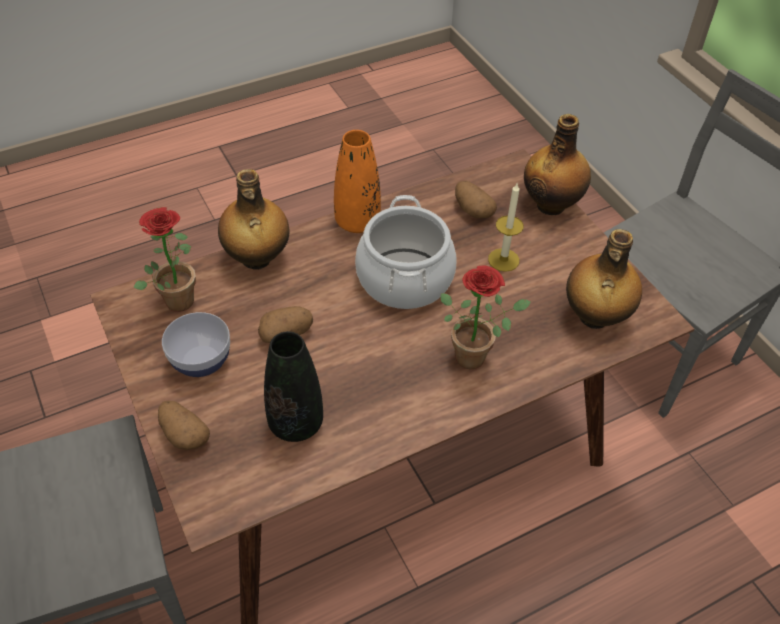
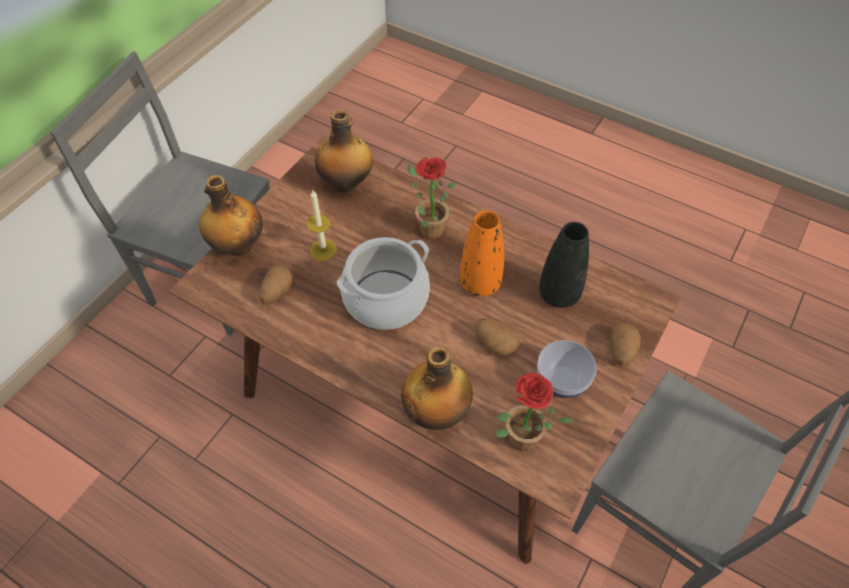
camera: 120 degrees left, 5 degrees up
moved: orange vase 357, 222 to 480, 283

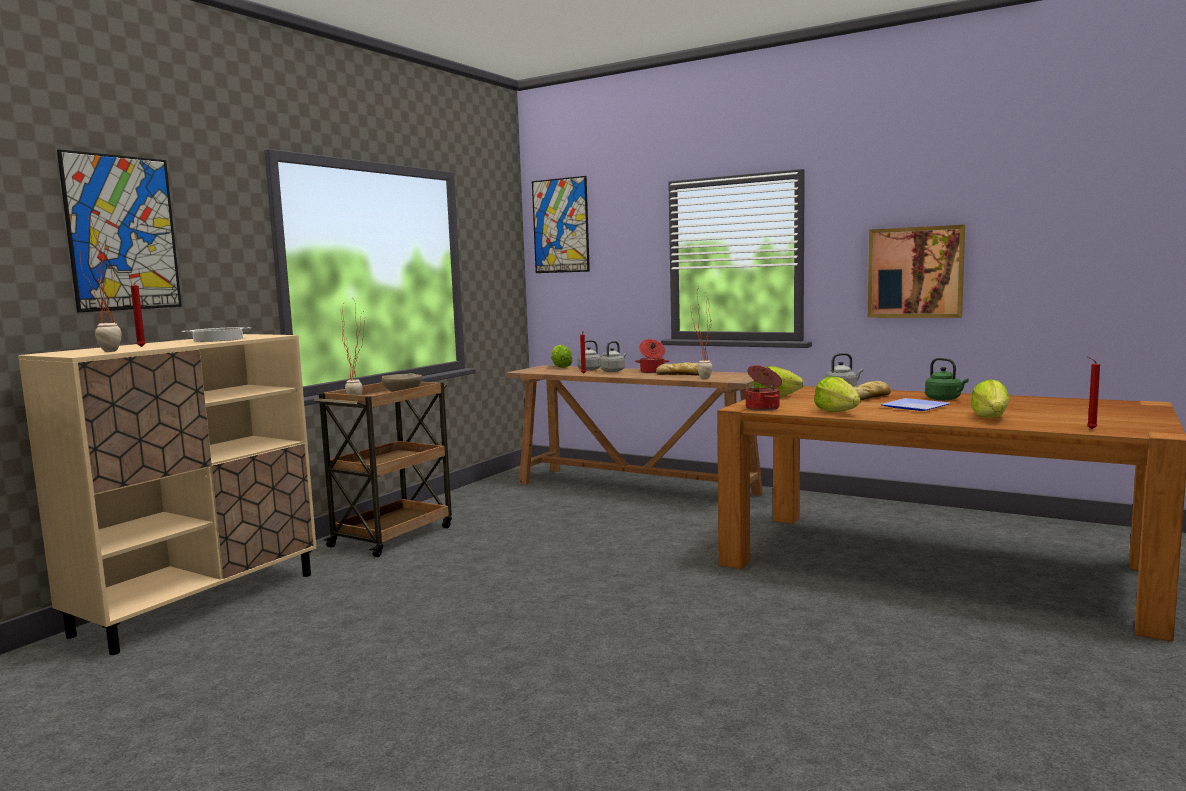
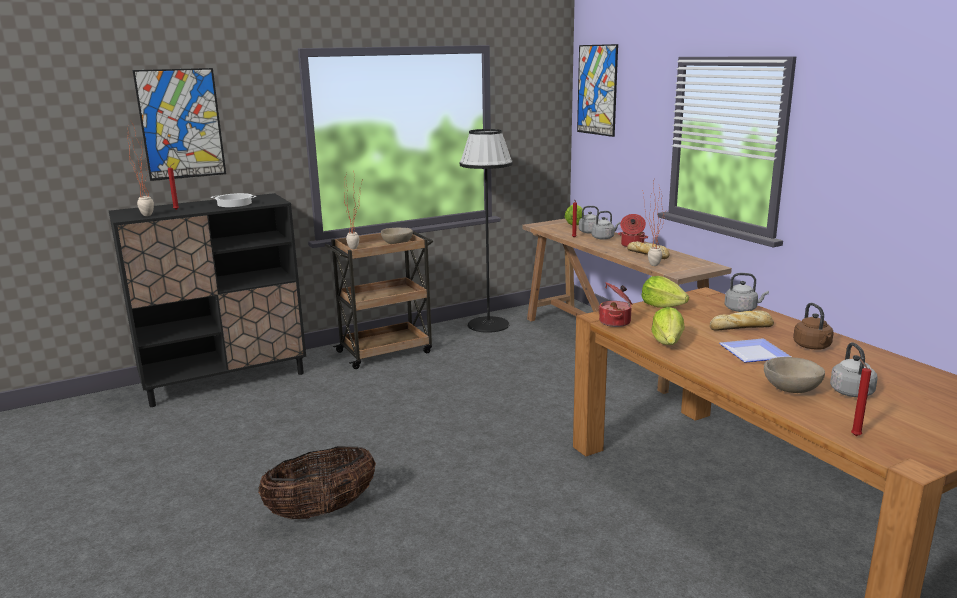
camera: 30 degrees right, 10 degrees up
removed: picture 915, 272
added: basket 322, 510; black floor lamp 488, 325; grey kettle 852, 393
replaced: lettuce 991, 418 to beige bowl 792, 389
recoloured: beige cabinet 200, 603 to black cabinet 226, 380; green kettle 944, 399 to brown kettle 813, 347

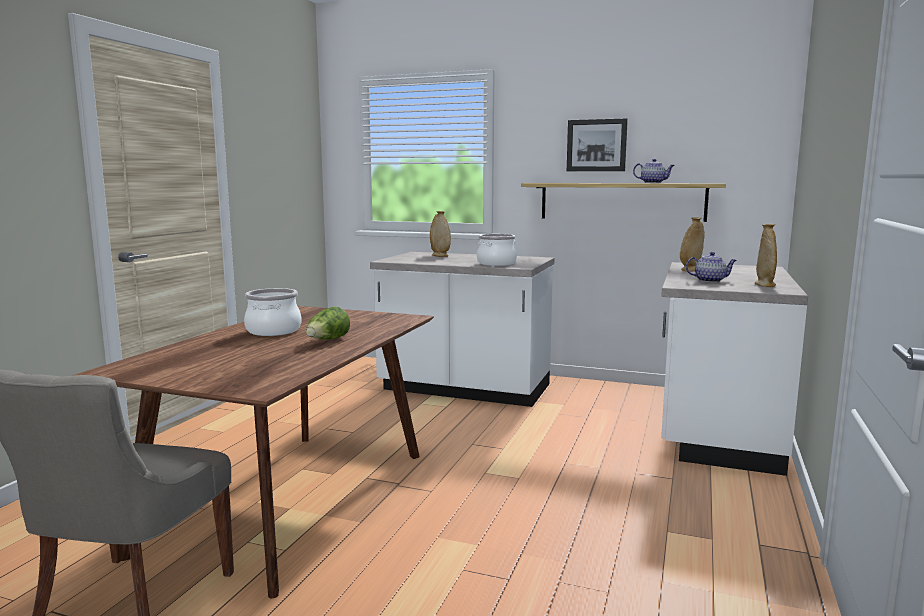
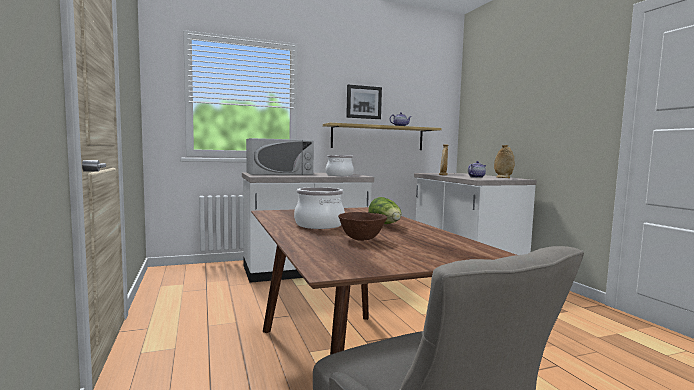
camera: 40 degrees left, 5 degrees down
added: brown bowl 362, 239
replaced: beige vase 440, 256 to white microwave 279, 173

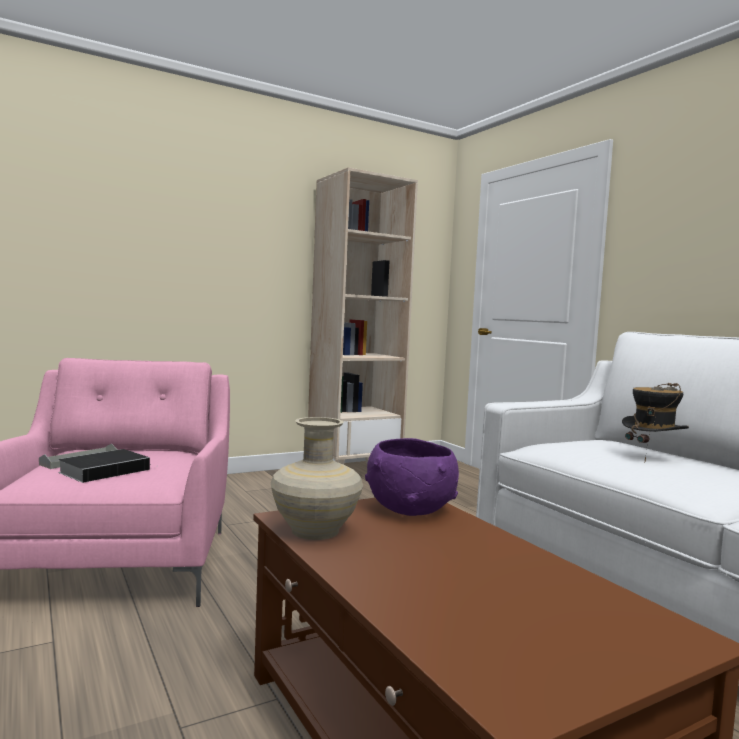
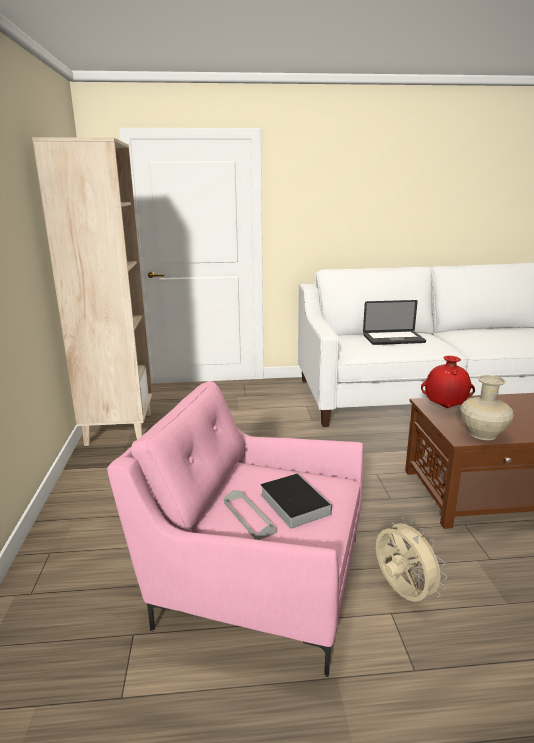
camera: 65 degrees left, 15 degrees up
added: beige fan 402, 593
replaced: hat 651, 457 to laptop 393, 339; purple bowl 411, 510 to red vase 445, 407

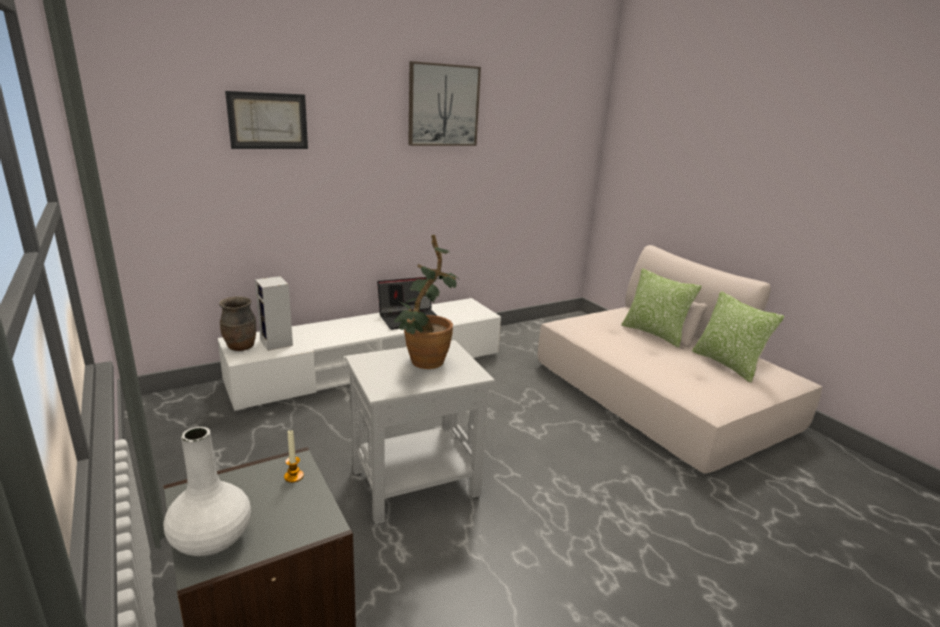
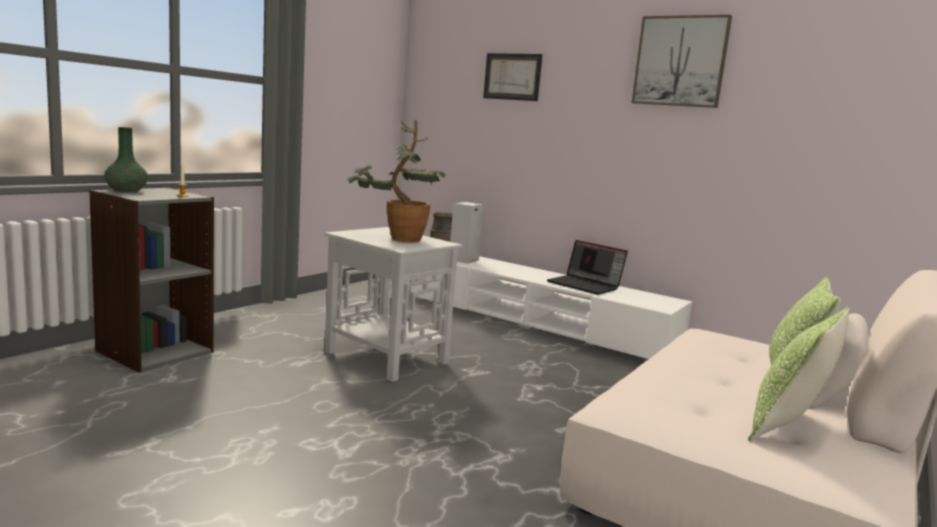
camera: 65 degrees right, 10 degrees down
recoloured: white vase 213, 539 to green vase 127, 191

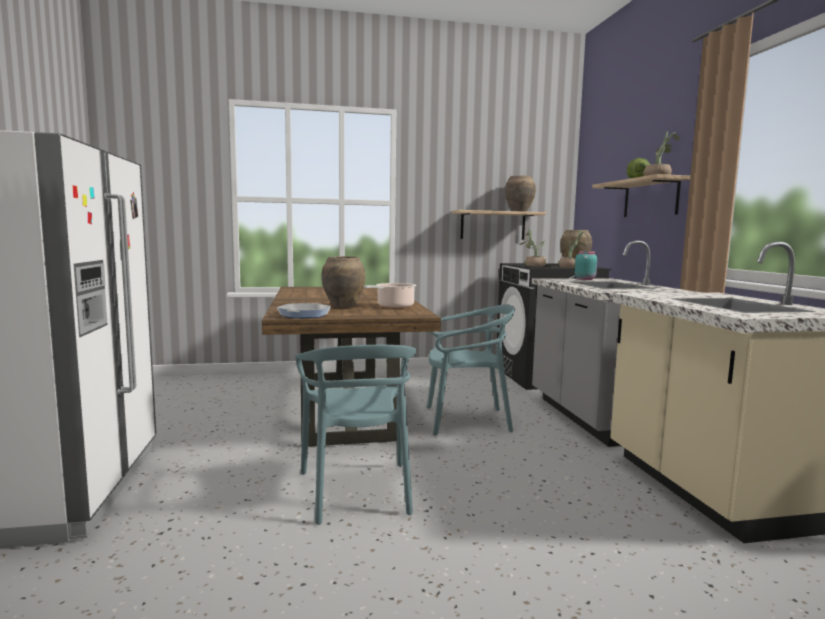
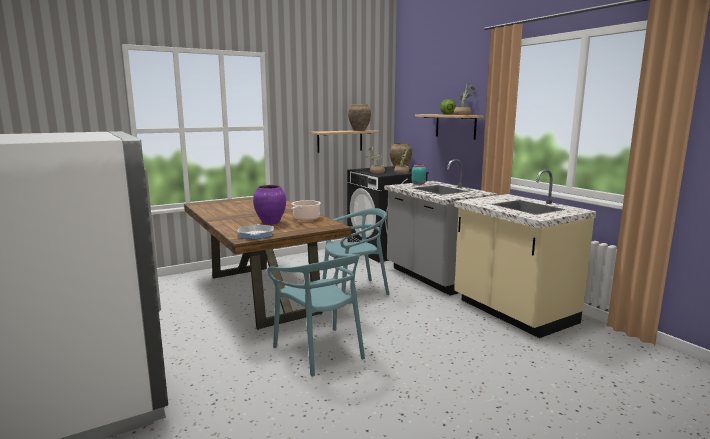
camera: 20 degrees left, 5 degrees up
recoloured: brown vase 344, 306 to purple vase 271, 222

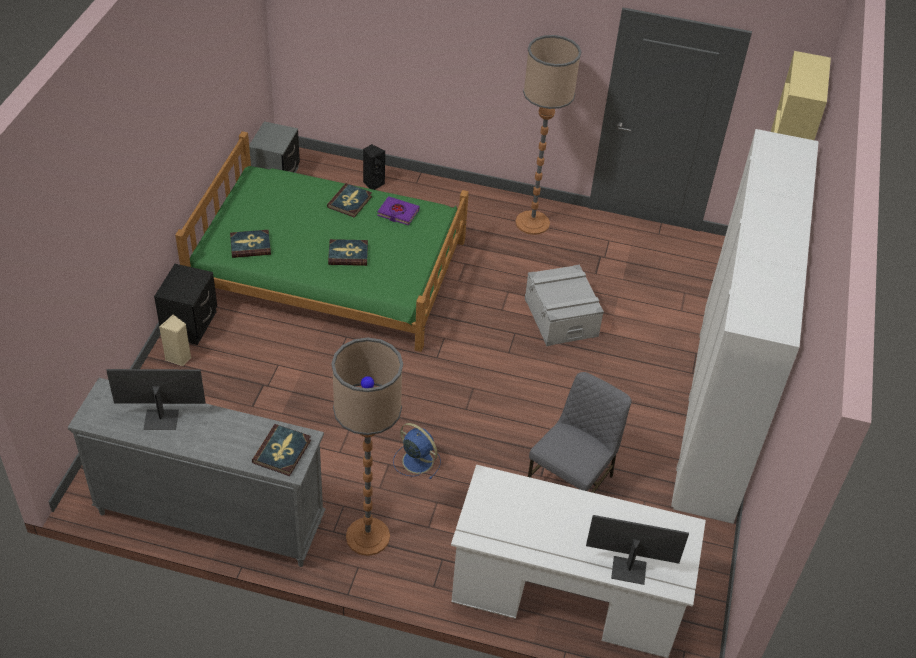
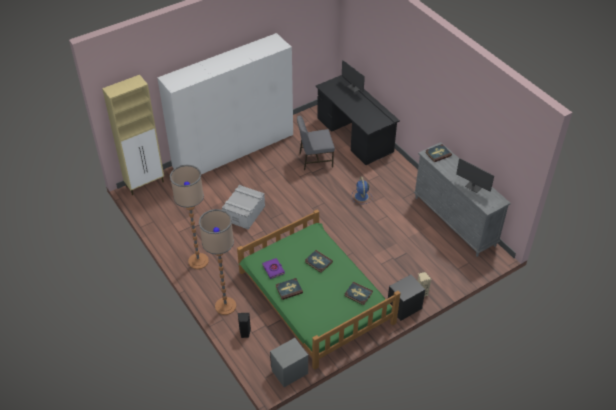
camera: 135 degrees left, 0 degrees up
moved: floor lamp 368, 536 to 225, 306
recoloured: white desk 566, 593 to black desk 355, 135

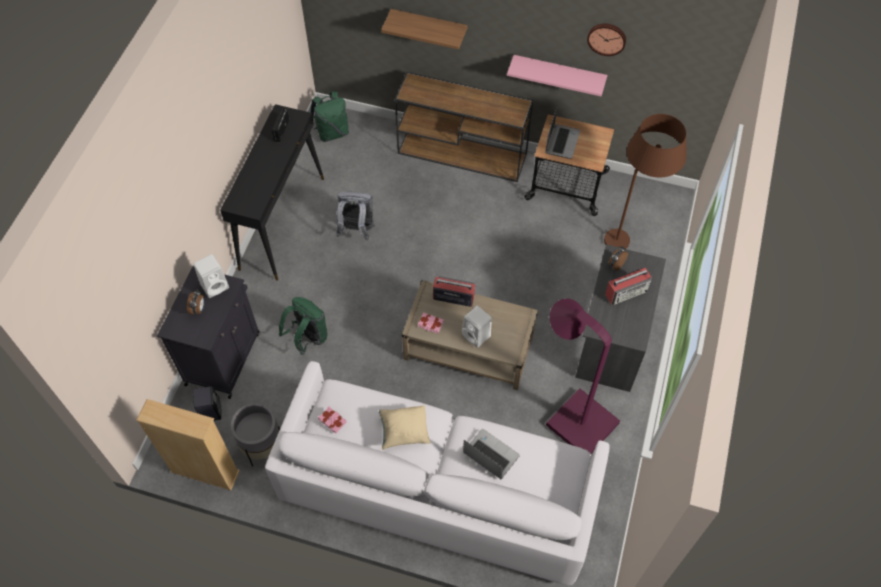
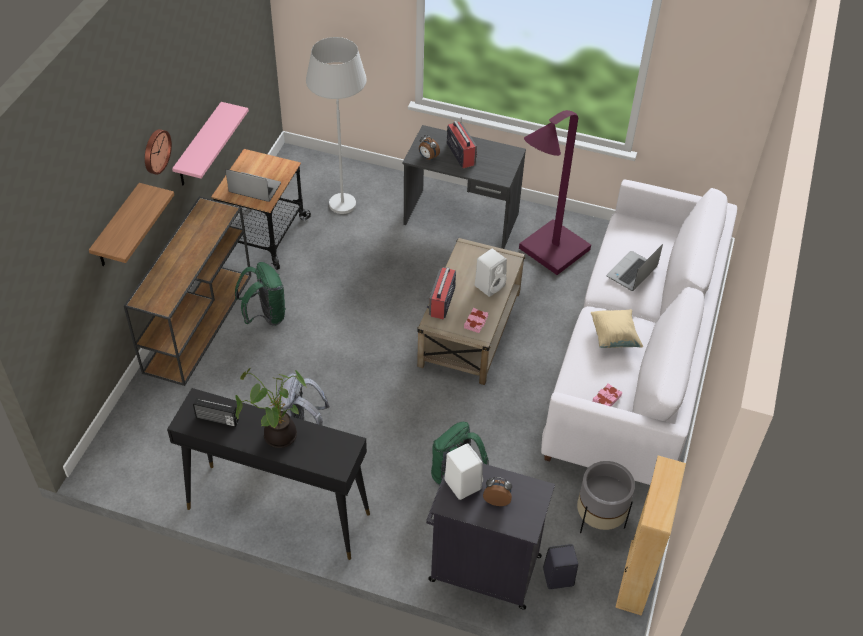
camera: 90 degrees left, 10 degrees down
added: potted plant 277, 435
moved: wall clock 607, 38 to 155, 151; green backpack 332, 132 to 265, 315
recoloured: brown floor lamp 630, 239 to white floor lamp 341, 194

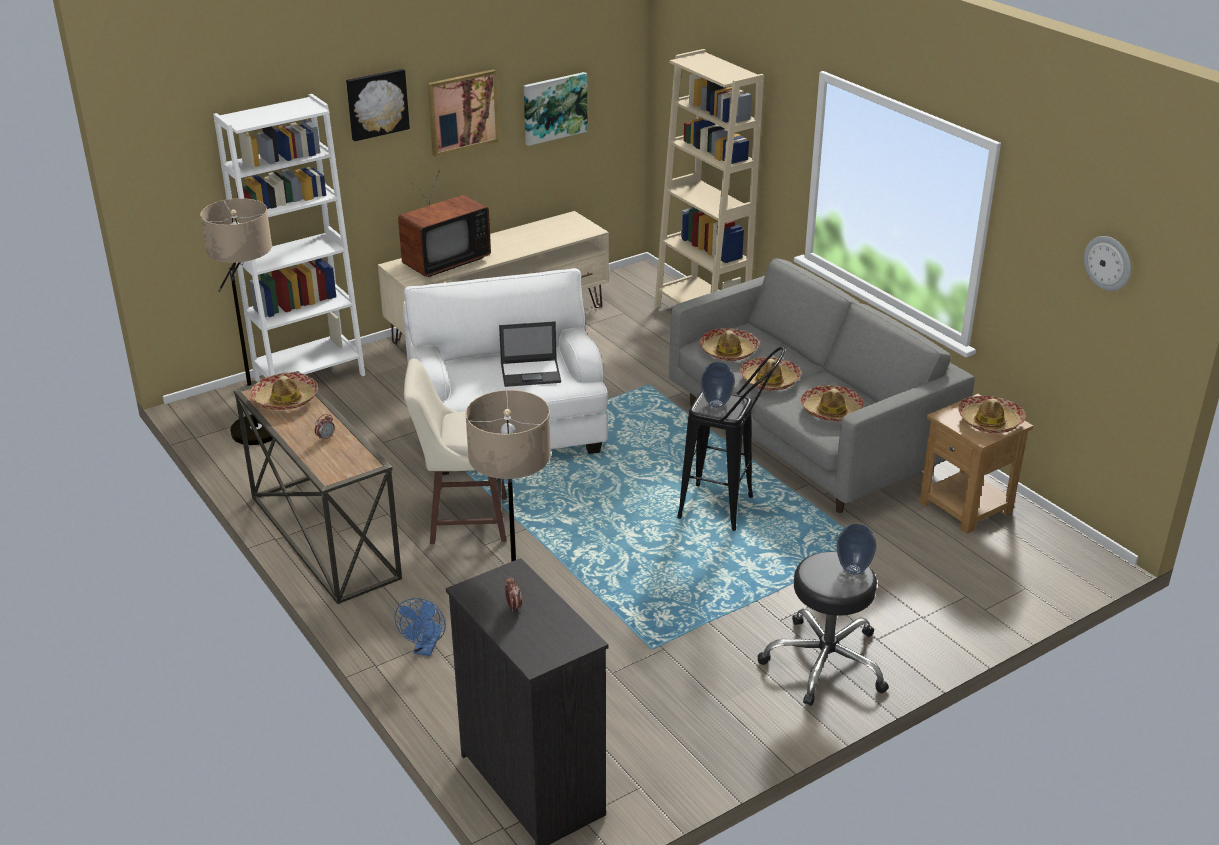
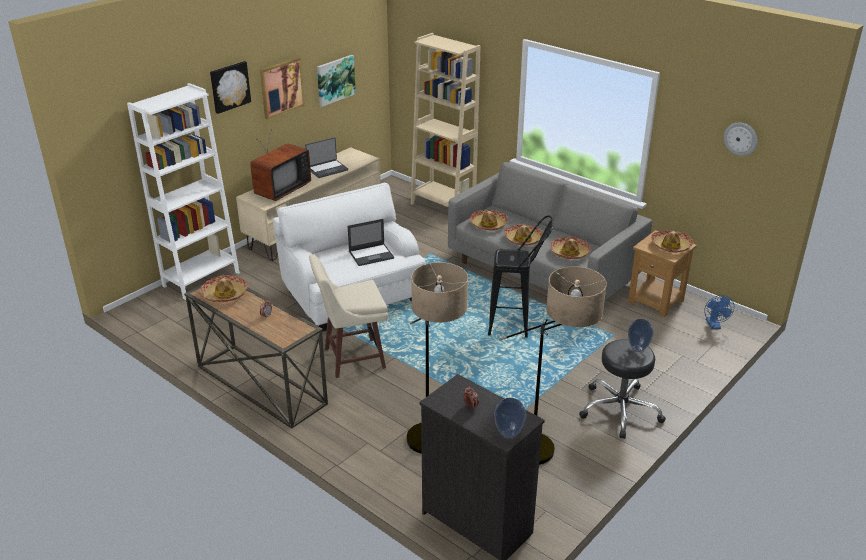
camera: 15 degrees left, 0 degrees up
added: laptop 327, 169
moved: vase 717, 404 to 509, 434; floor lamp 263, 441 to 546, 458; blue fan 425, 649 to 714, 326

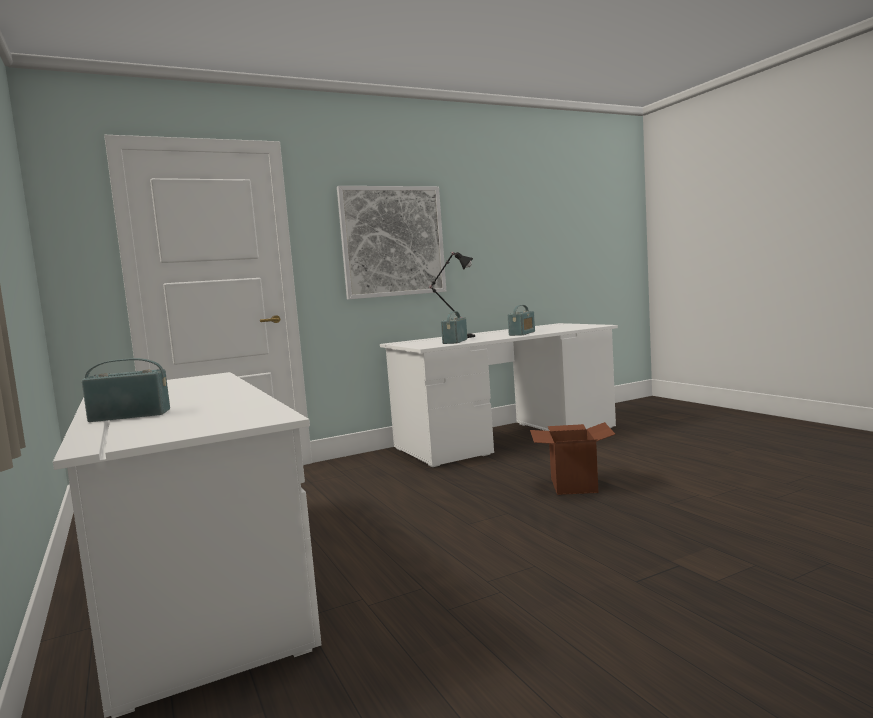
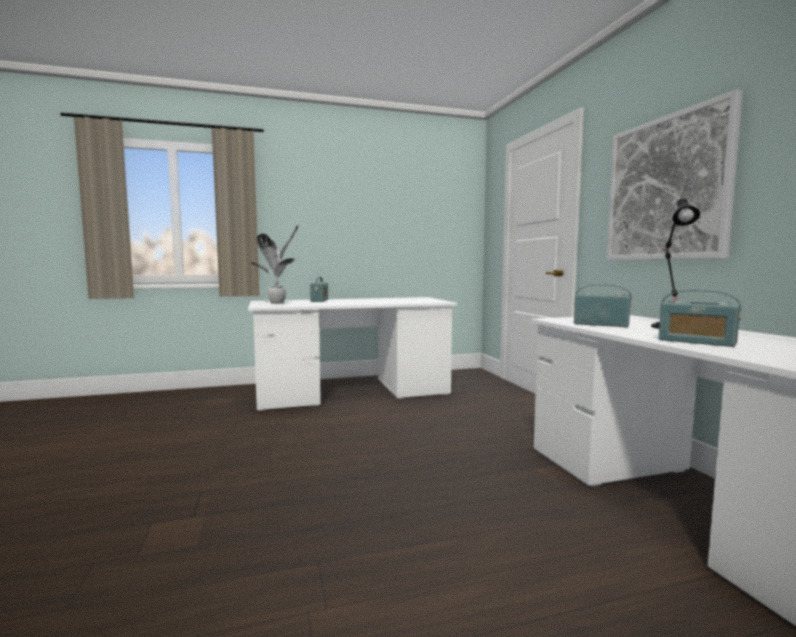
camera: 100 degrees right, 0 degrees up
removed: cardboard box 573, 485
added: potted plant 278, 303

